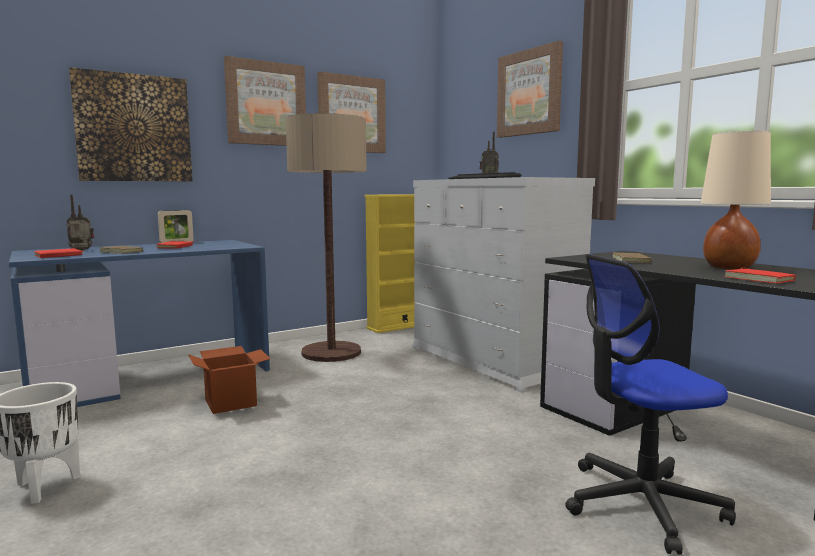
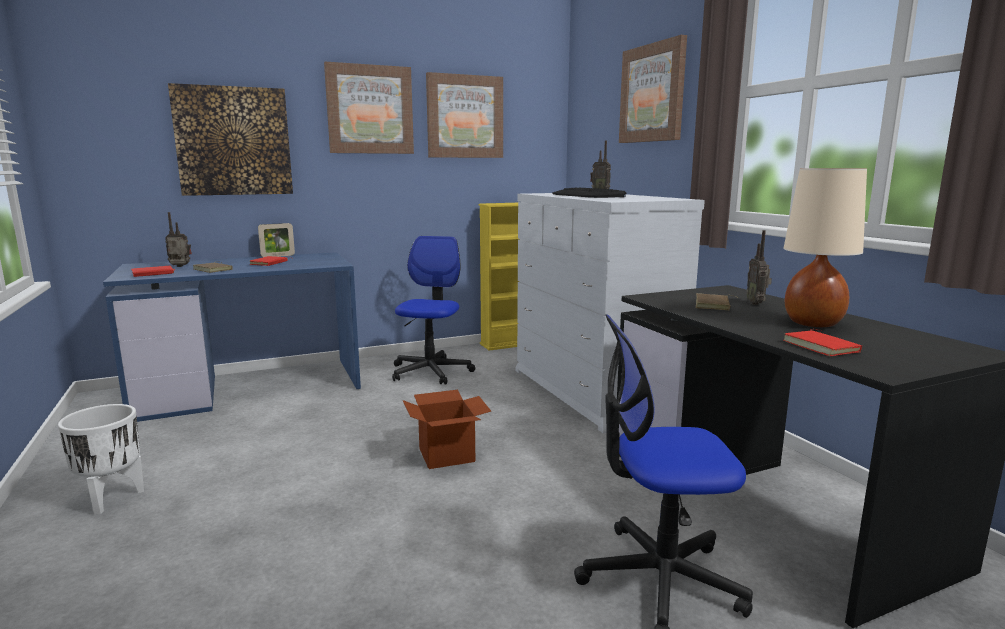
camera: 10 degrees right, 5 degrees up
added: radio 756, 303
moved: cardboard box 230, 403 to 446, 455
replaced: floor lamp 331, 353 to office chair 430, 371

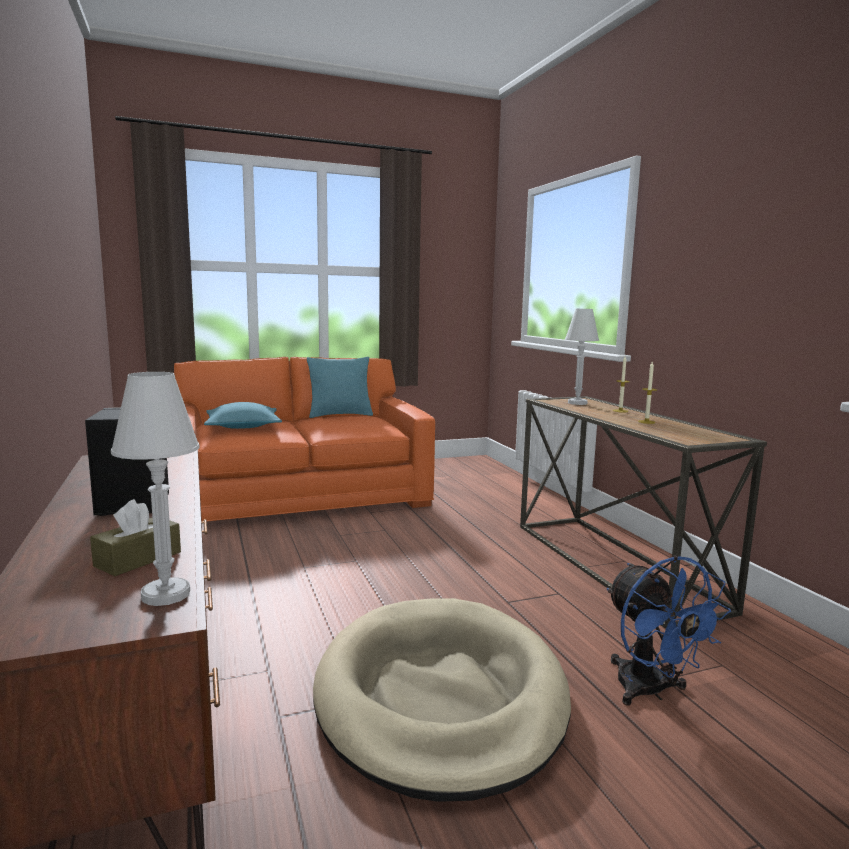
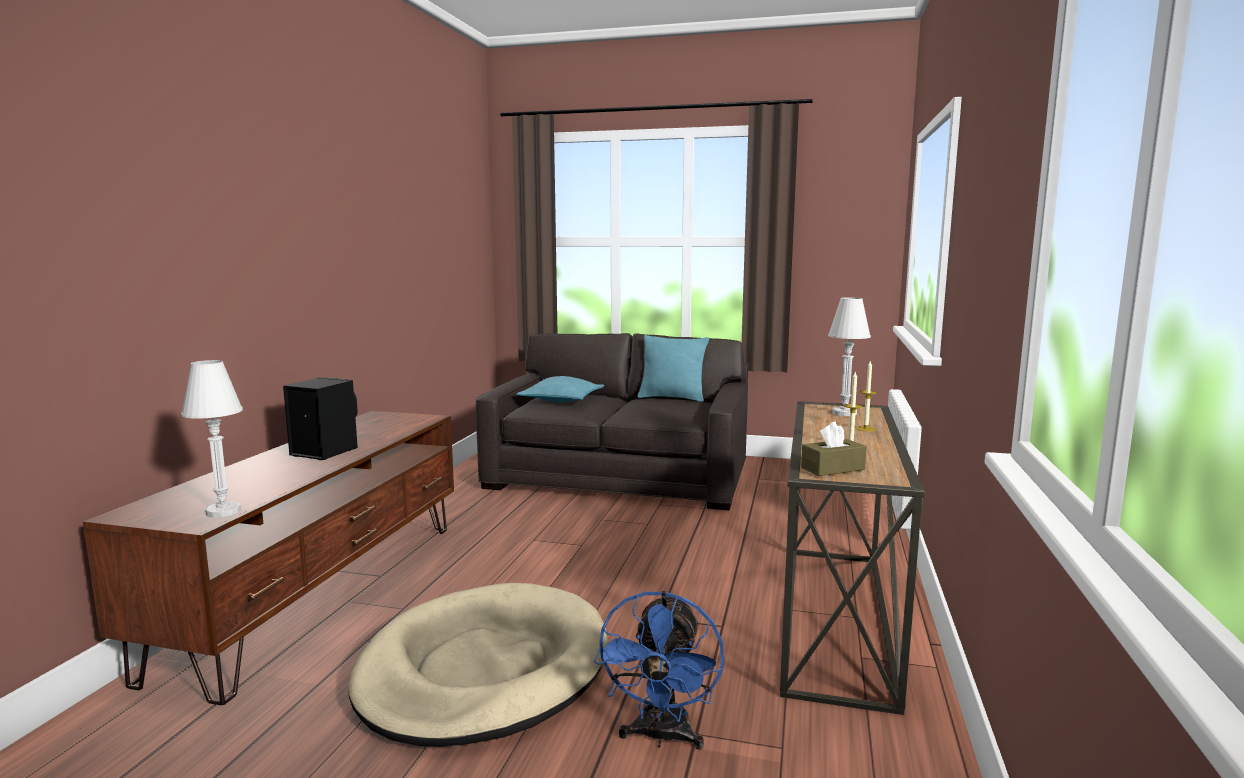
camera: 35 degrees right, 0 degrees up
moved: brown tissue box 138, 559 to 832, 468
recoloured: orange sofa 300, 495 to grey sofa 620, 475

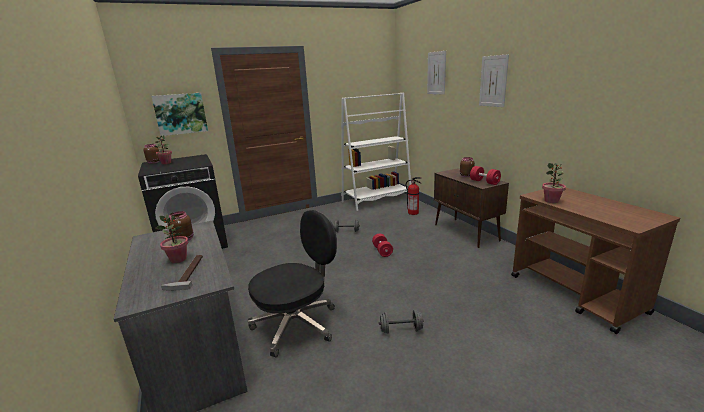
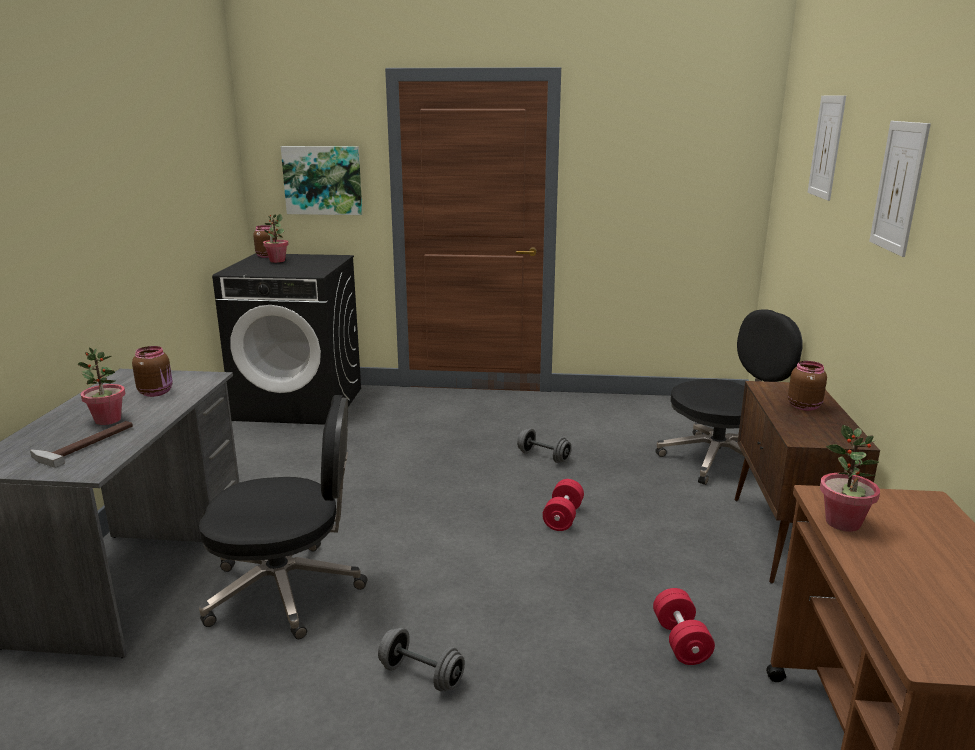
camera: 30 degrees right, 0 degrees up
removed: white bookcase 377, 200
moved: red dumbbell 484, 182 to 680, 641
replaced: fire extinguisher 413, 213 to black office chair 720, 459

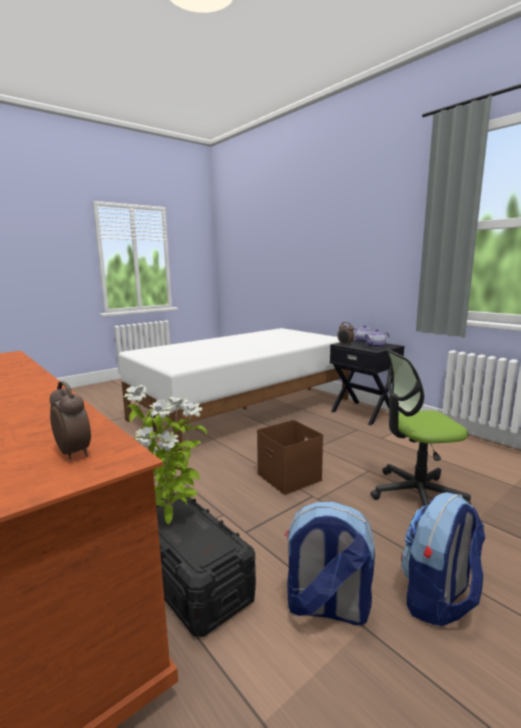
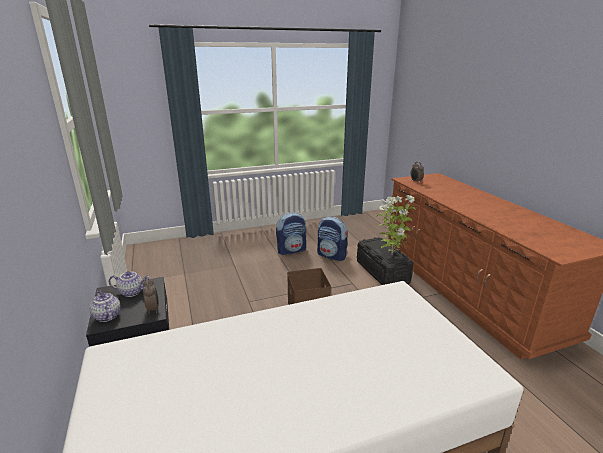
camera: 160 degrees left, 10 degrees up
removed: office chair 416, 494

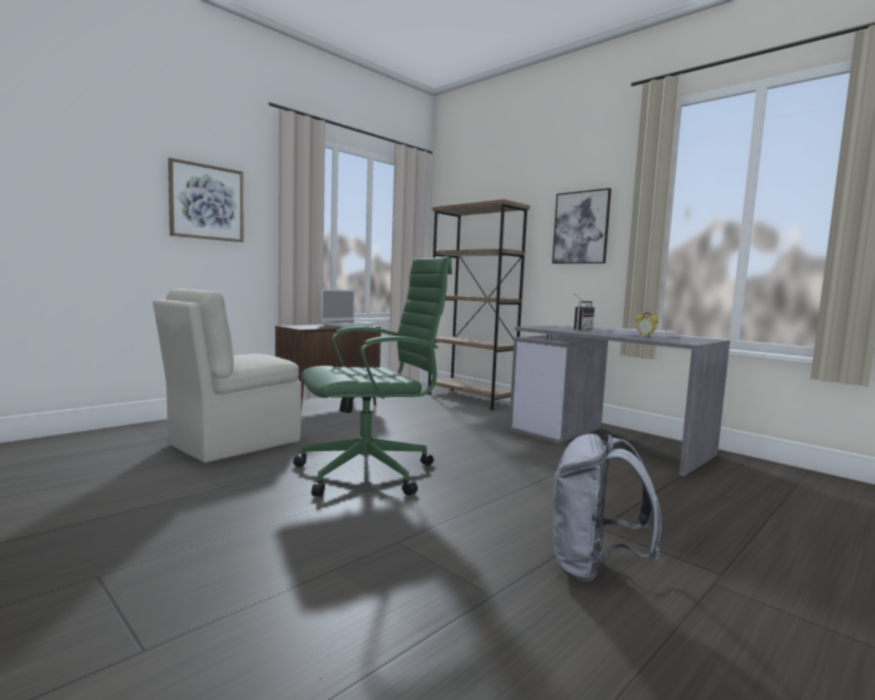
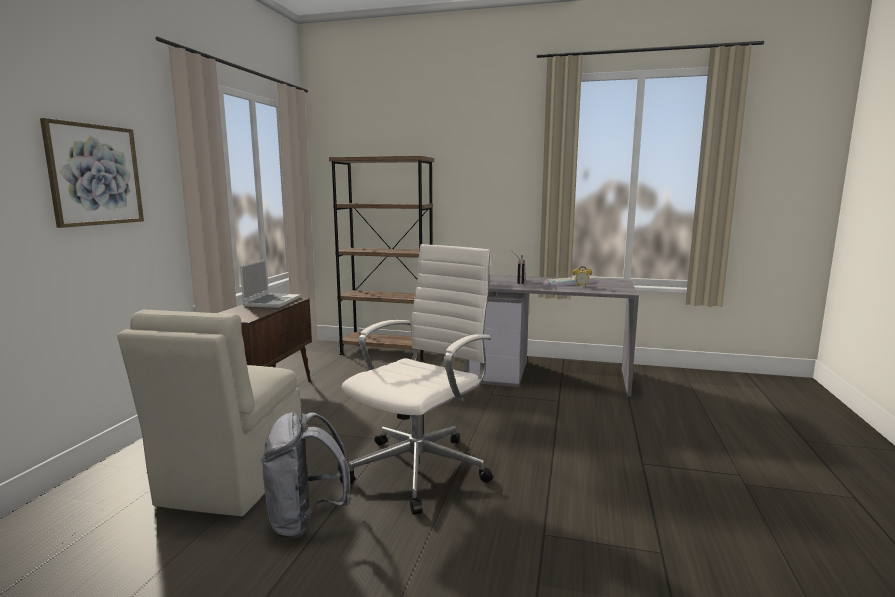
camera: 30 degrees left, 5 degrees up
removed: picture 581, 227
moved: grey backpack 594, 568 to 306, 520
recoloured: green office chair 370, 472 to white office chair 421, 468

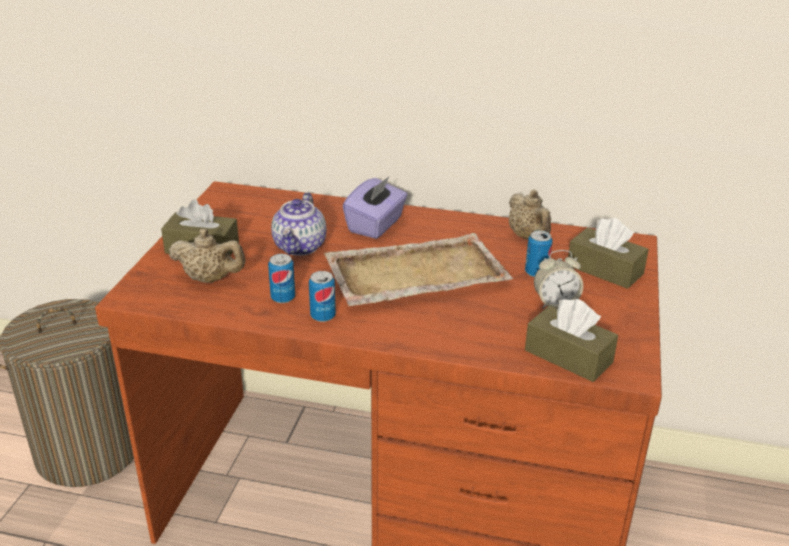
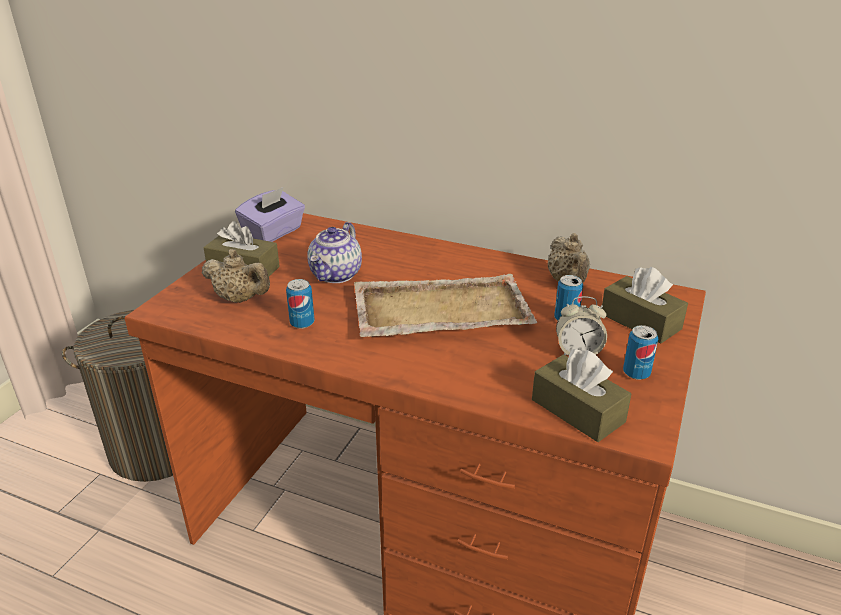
camera: 10 degrees right, 0 degrees up
moved: purple tissue box 376, 225 to 273, 233; can 323, 316 to 636, 373

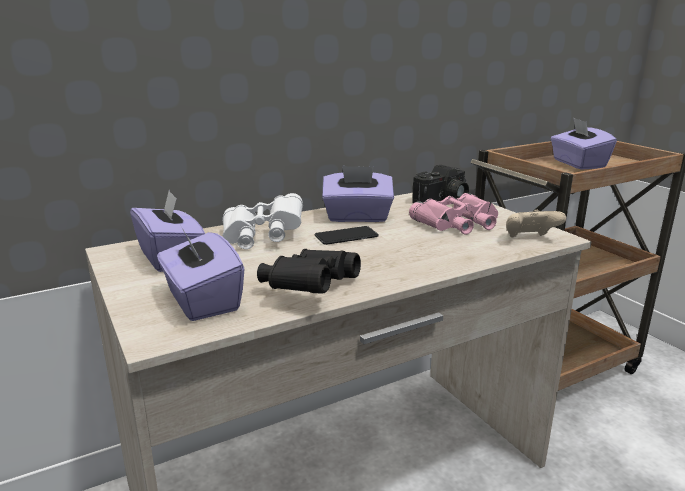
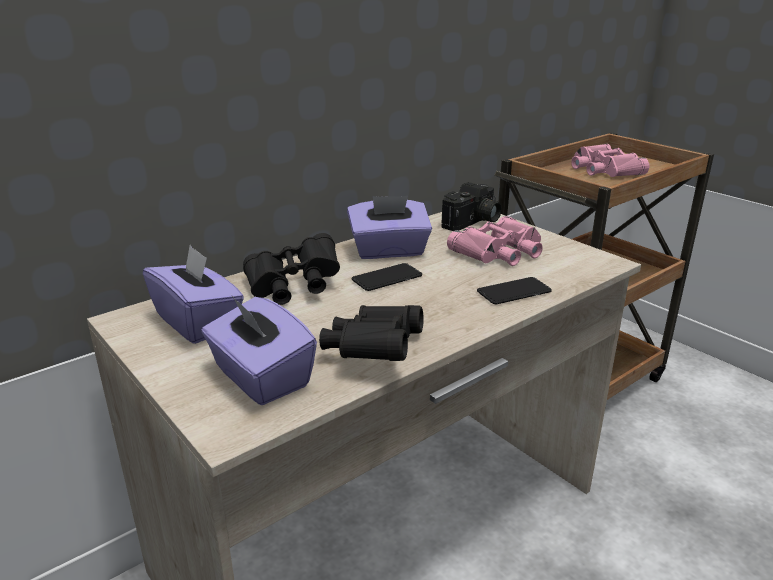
camera: 10 degrees left, 5 degrees up
removed: beige game controller 530, 239
added: phone 514, 292
replaced: purple tissue box 578, 164 to pink binoculars 603, 169
recoloured: white binoculars 262, 238 to black binoculars 293, 288

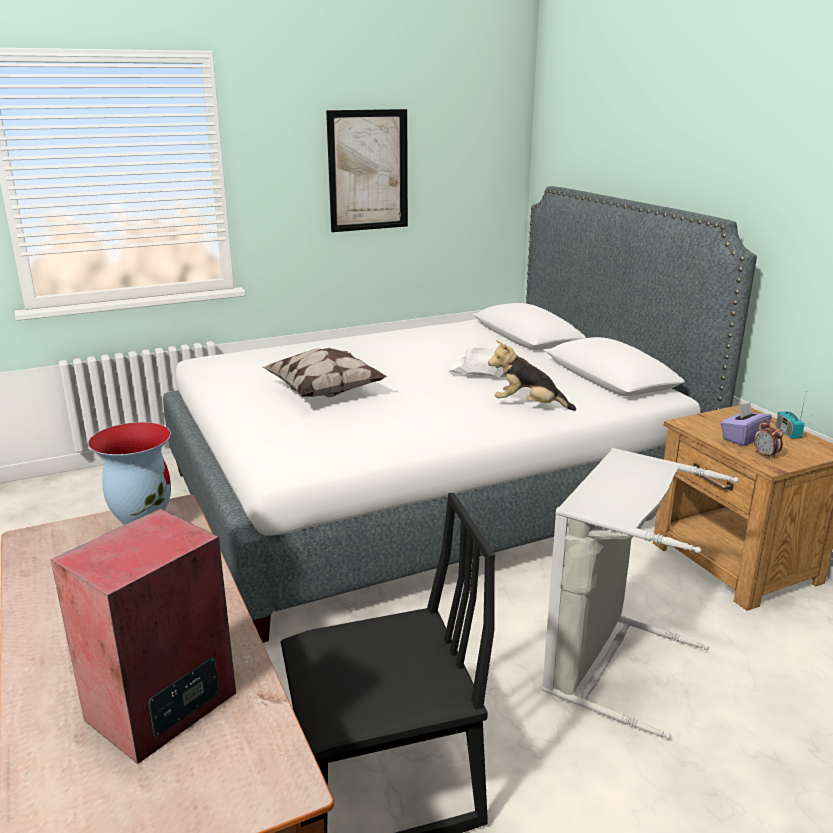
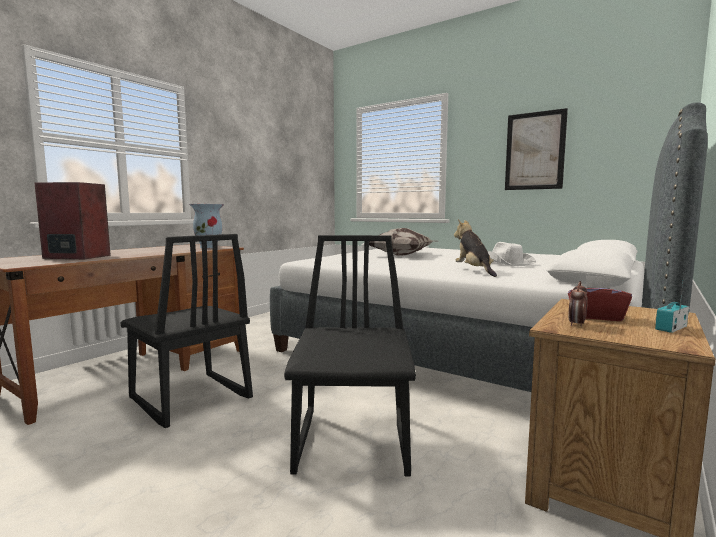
camera: 60 degrees right, 15 degrees down
replaced: grey laundry basket 608, 663 to black chair 354, 442
recoloured: purple tissue box 742, 438 to red tissue box 596, 316

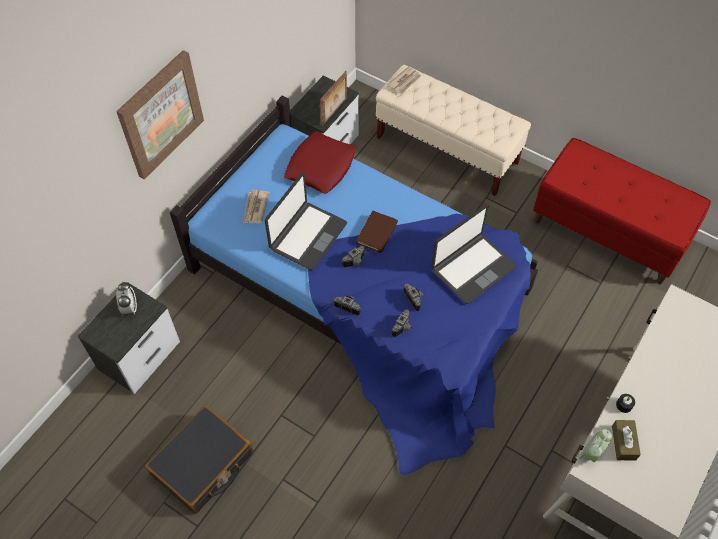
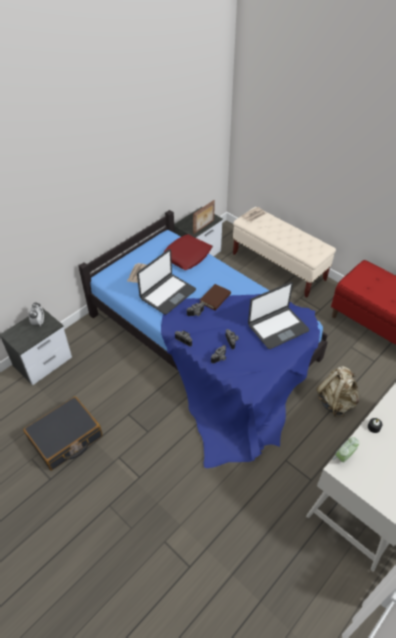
camera: 10 degrees right, 10 degrees down
removed: picture 160, 114; brown tissue box 623, 443
added: beige backpack 336, 402

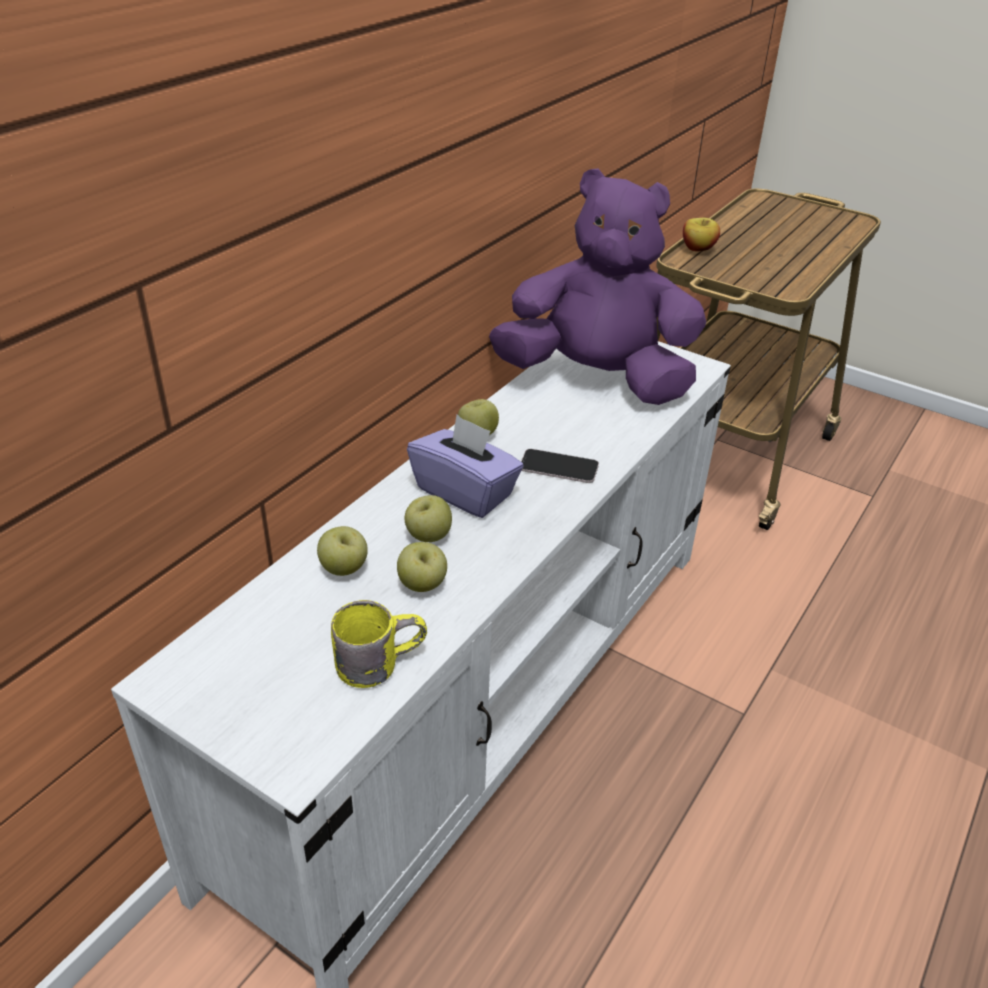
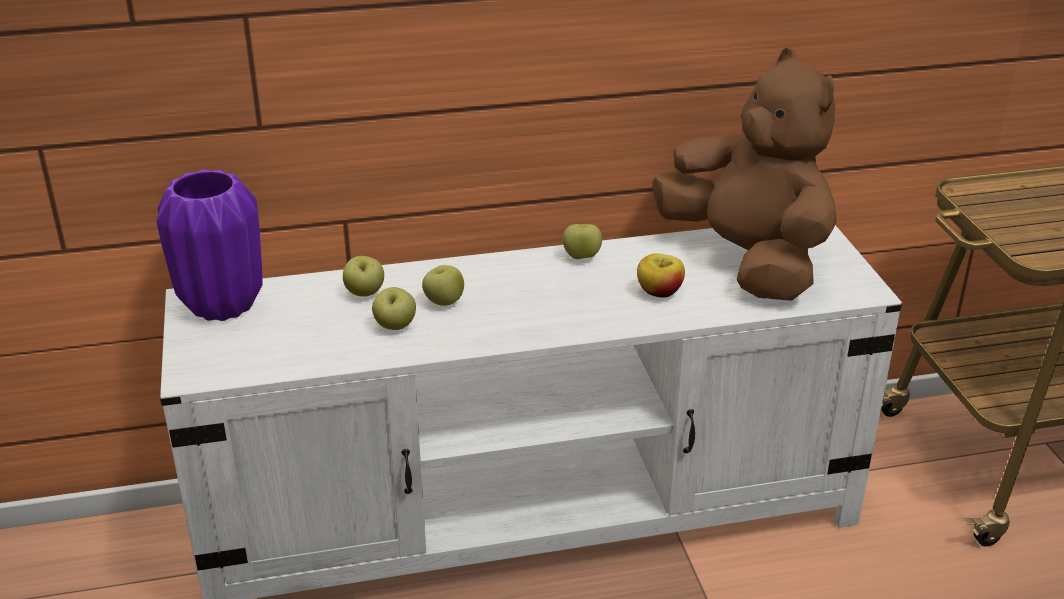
camera: 45 degrees right, 5 degrees down
removed: yellow mug 377, 660; purple tissue box 465, 492; phone 558, 467
added: purple vase 221, 305
moved: apple 698, 248 to 659, 292
recoloured: purple plush toy 597, 379 to brown plush toy 747, 261

